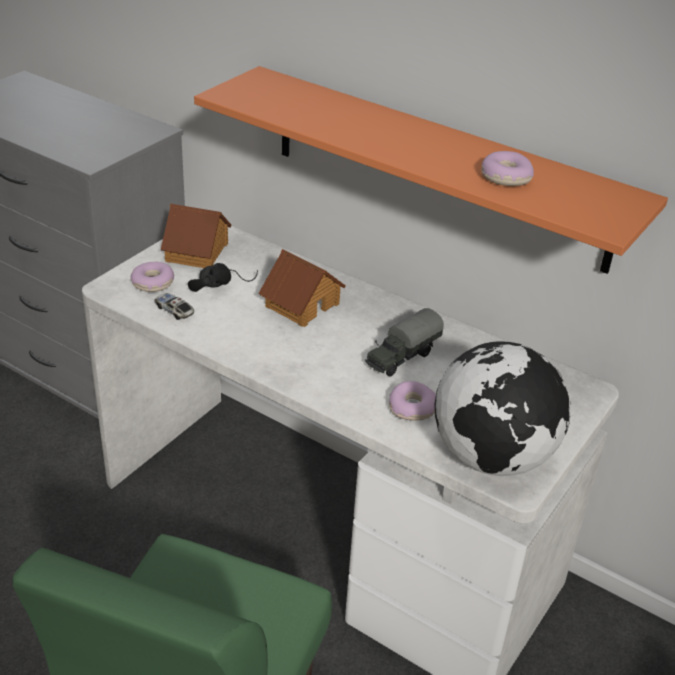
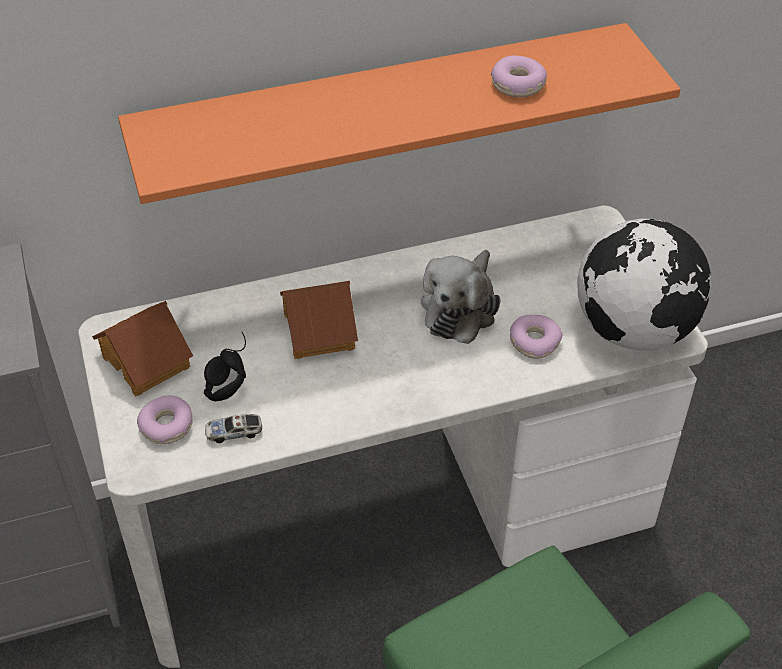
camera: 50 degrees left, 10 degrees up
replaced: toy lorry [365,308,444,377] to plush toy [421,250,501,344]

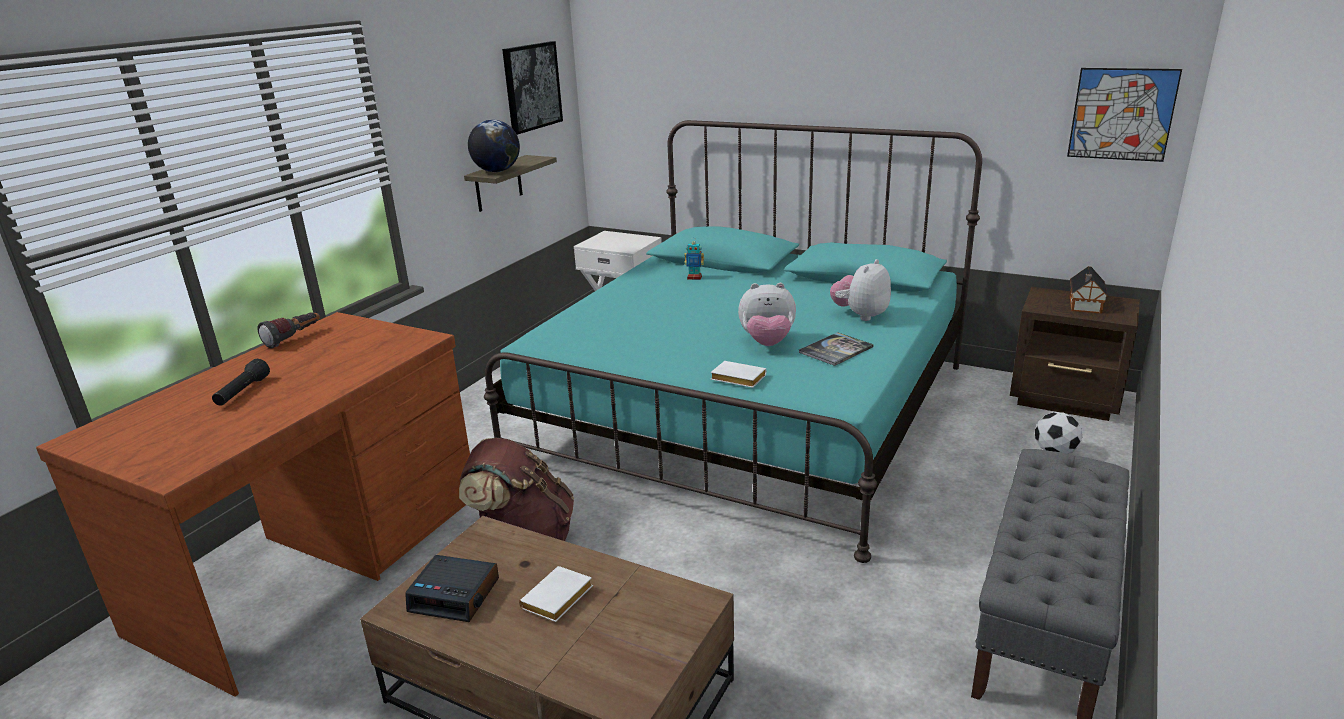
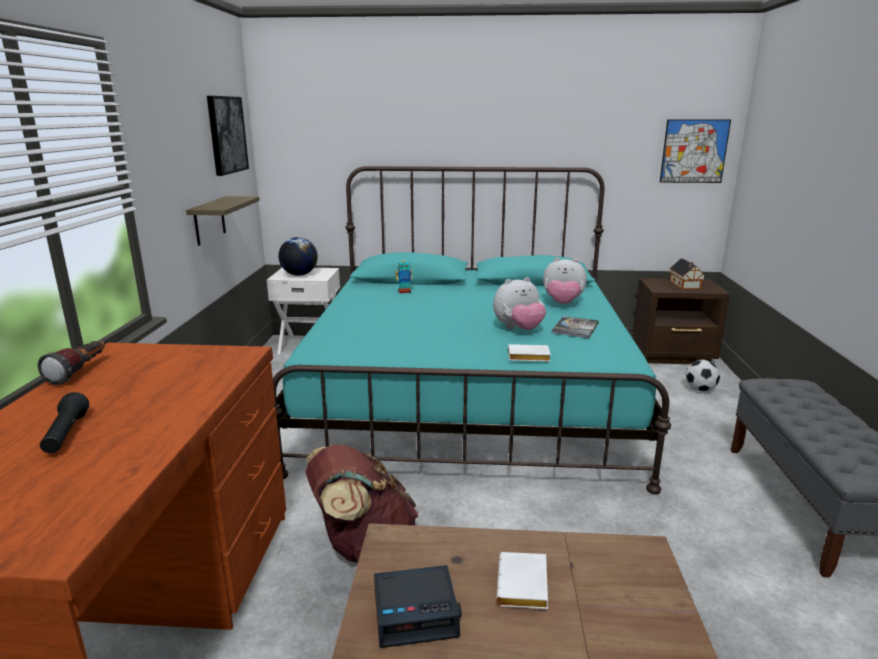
camera: 25 degrees left, 5 degrees down
moved: globe [468,120,520,172] to [278,237,318,276]
turned: plush toy [830,259,891,321] = [543,257,587,304] 90 degrees counterclockwise

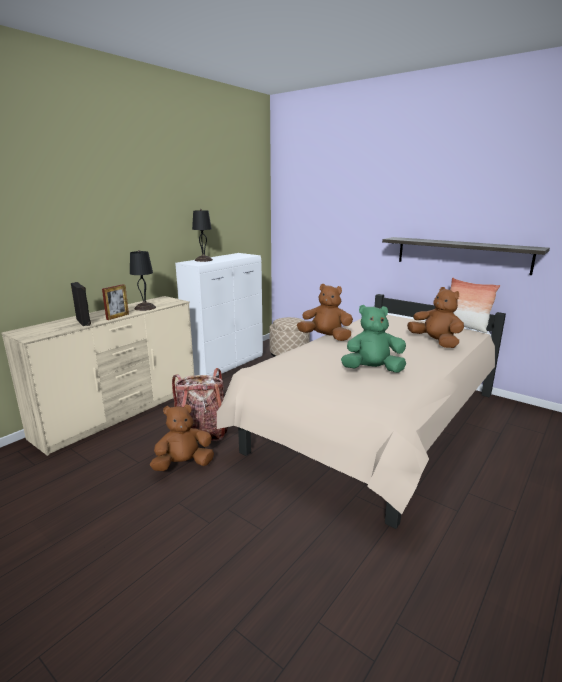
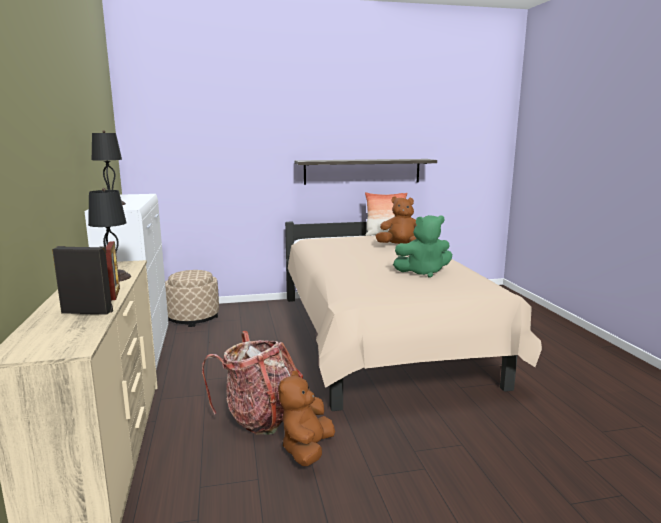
camera: 50 degrees left, 5 degrees down
removed: brown-coloured plush toy [297,284,353,341]
turned: green-coloured plush toy [341,305,406,373] = [393,215,452,278] 135 degrees counterclockwise

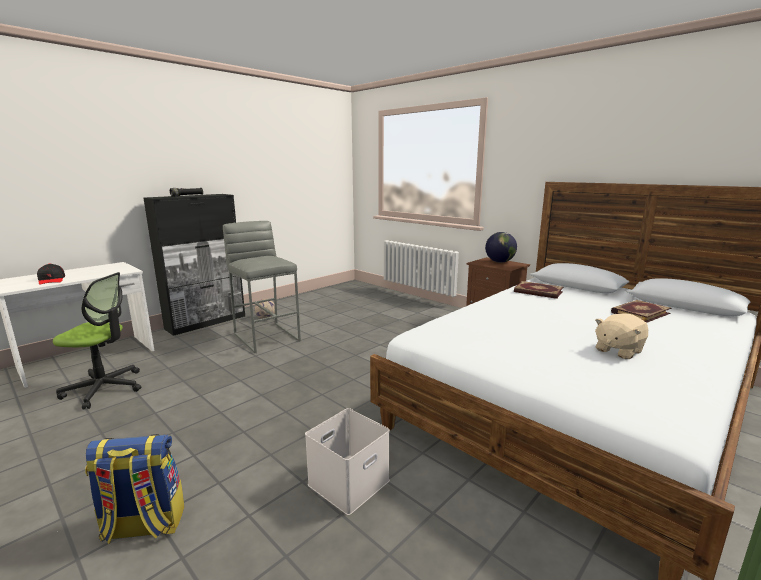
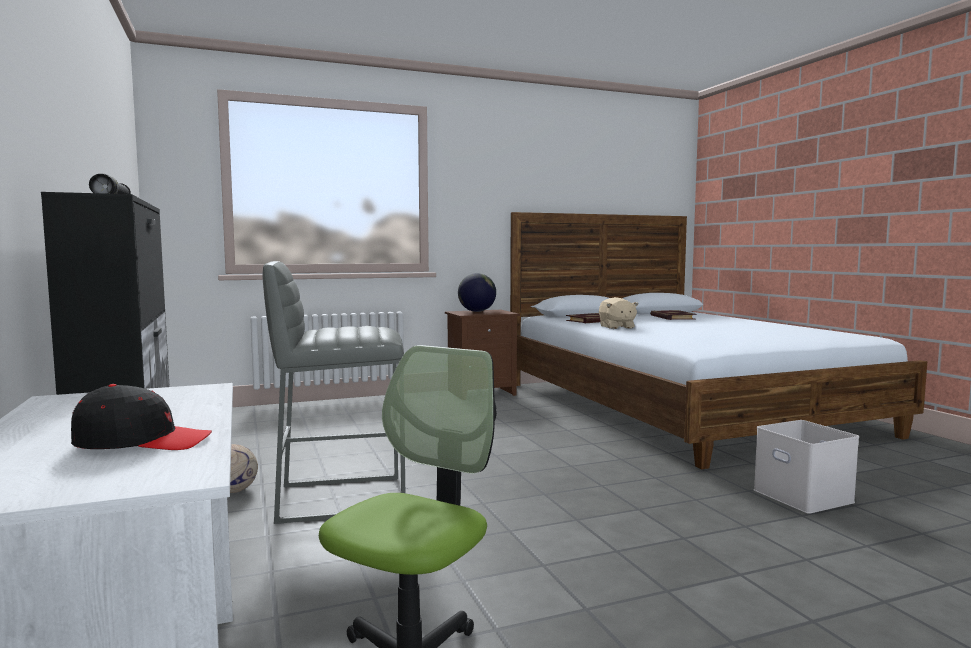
camera: 65 degrees left, 10 degrees down
removed: knapsack [85,434,184,544]
moved: beige plush toy [595,313,648,359] to [599,297,638,329]

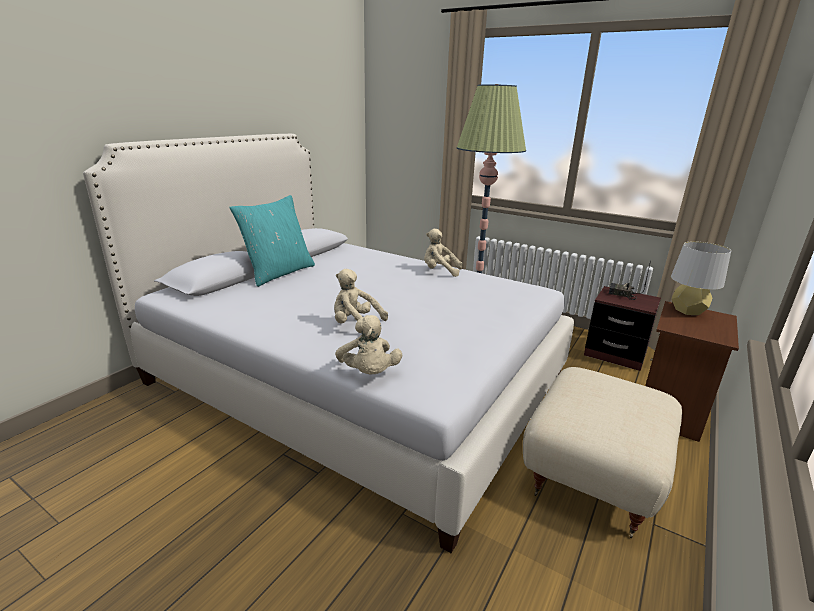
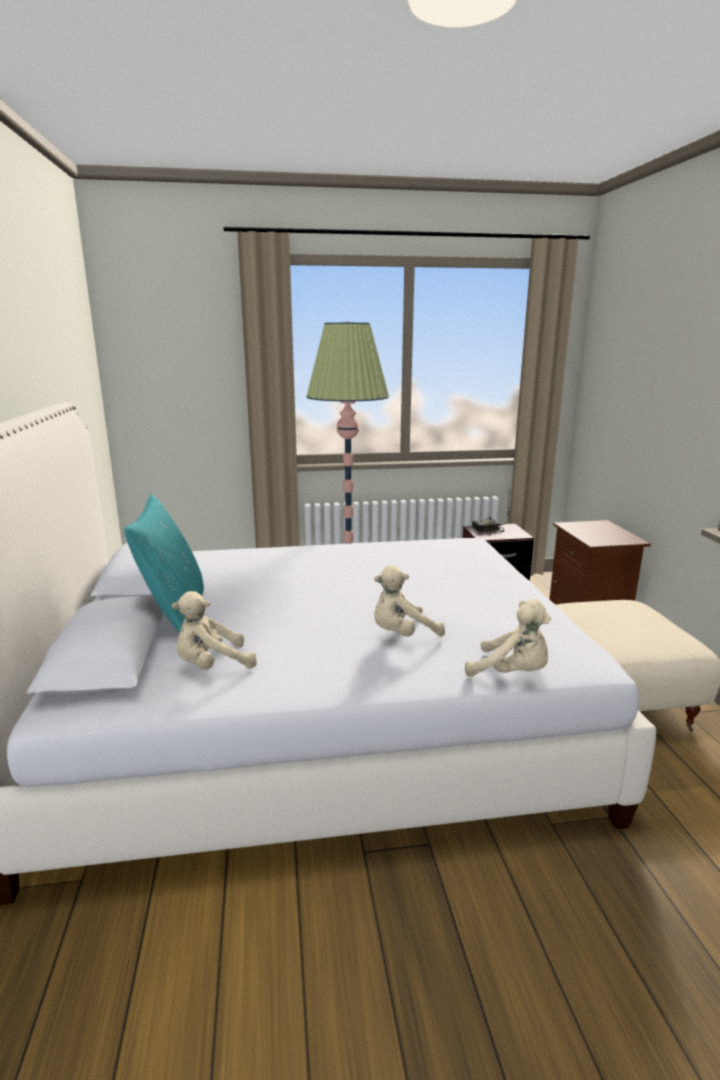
camera: 40 degrees left, 5 degrees down
removed: greyish tabletop lamp [671,241,731,315]
moved: beige plush toy [424,229,463,277] to [172,591,257,670]

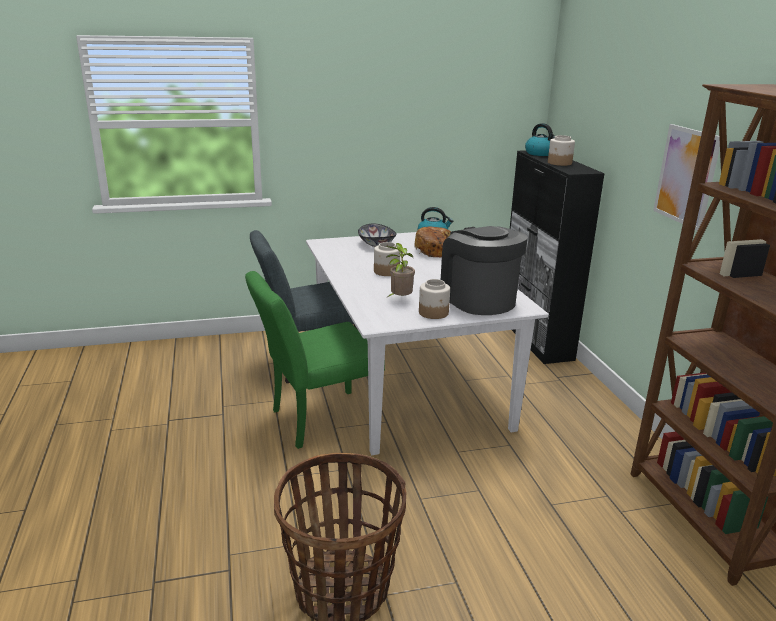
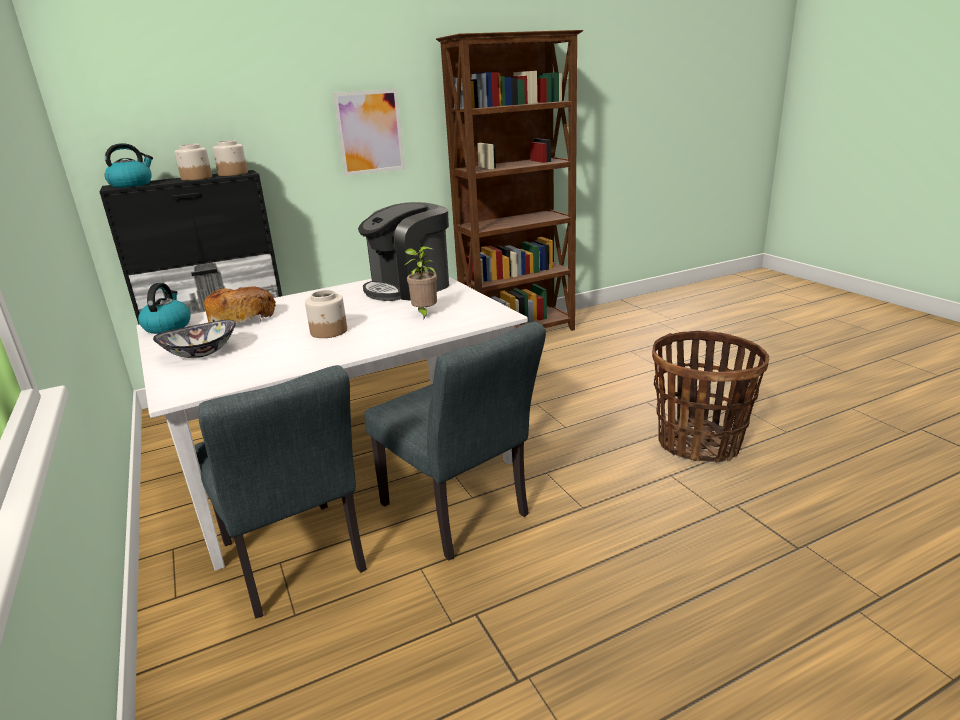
camera: 100 degrees left, 0 degrees up
moved: preserve jar [419,279,450,319] to [212,140,248,176]
recoloured: green-coloured chair [245,271,385,449] to greyish chair [364,322,546,560]

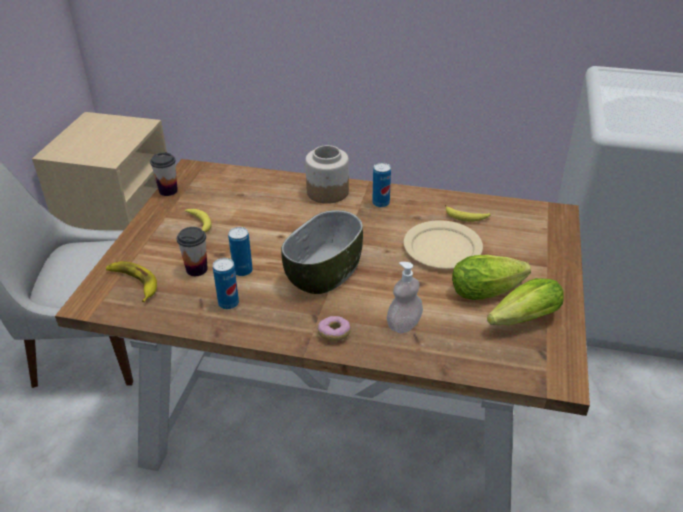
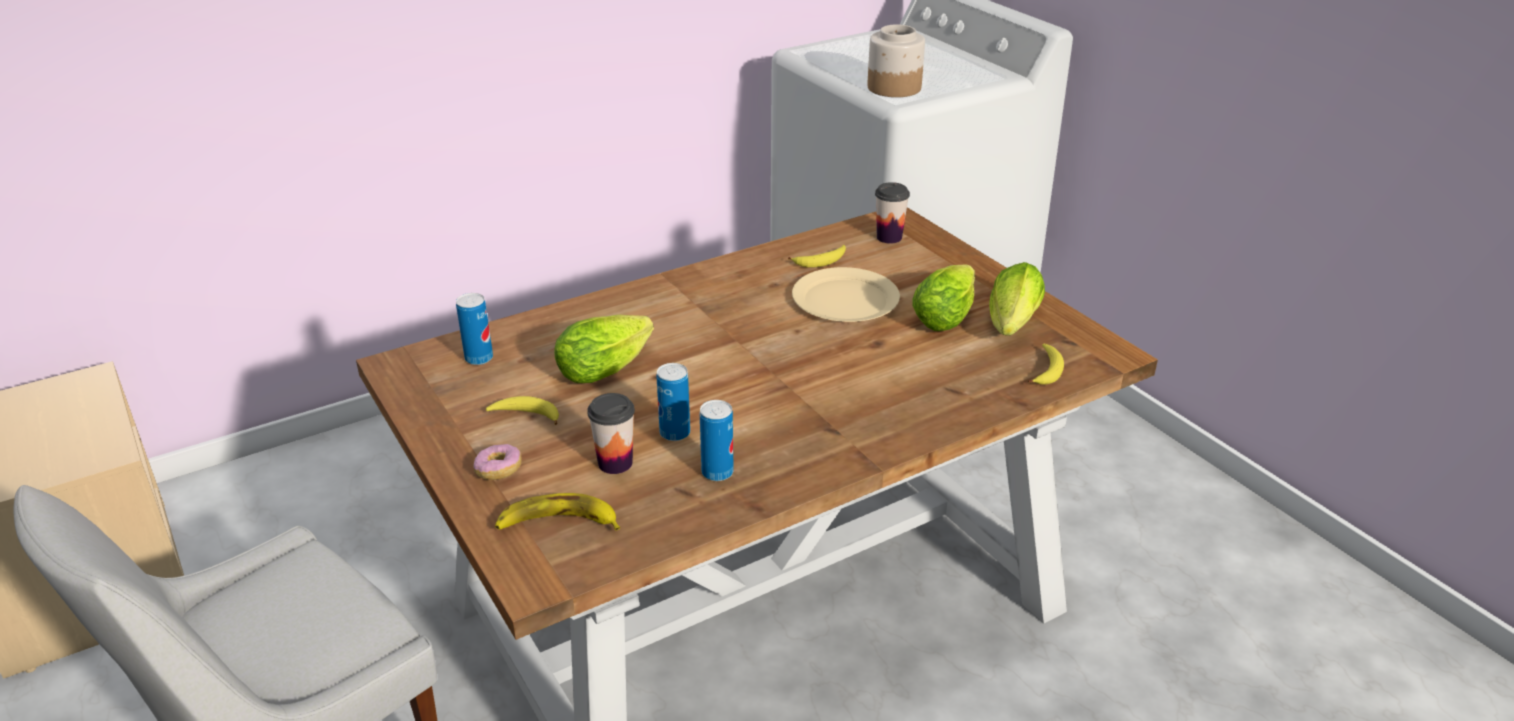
camera: 45 degrees left, 5 degrees down
removed: deep dish [281,210,363,294]; soap bottle [387,262,423,333]
added: lettuce [554,315,654,383]; banana fruit [1028,343,1064,385]
moved: preserve jar [305,145,349,204] to [867,24,925,97]; drinking cup [150,152,178,196] to [875,182,910,243]; sealed can [372,163,391,208] to [456,293,493,365]; ring doughnut [318,316,351,341] to [473,444,522,480]

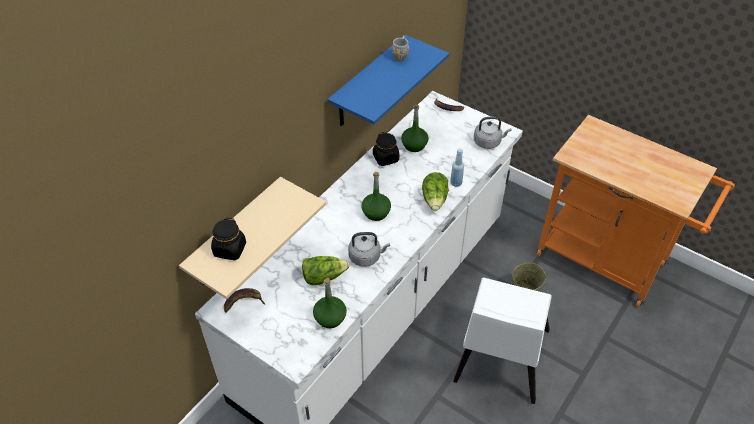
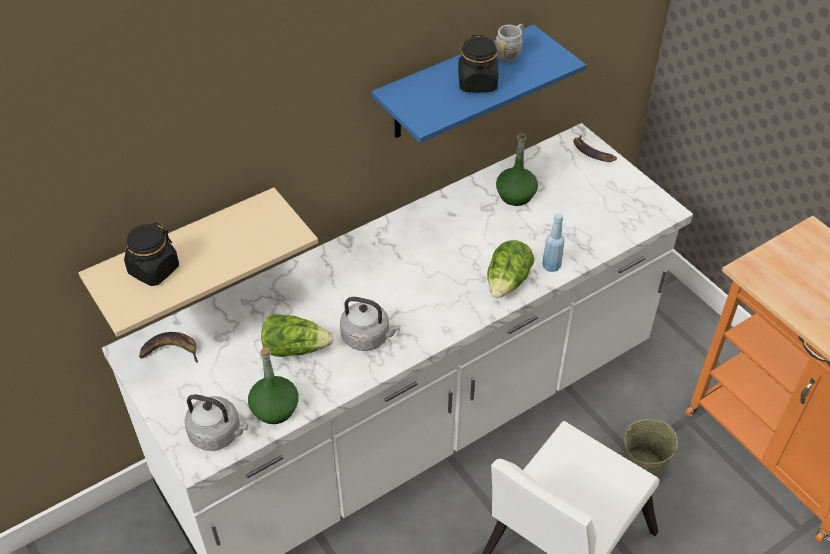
camera: 20 degrees right, 0 degrees up
removed: green-coloured drink bottle [361,172,391,221]
moved: greyish water kettle [474,117,511,149] to [185,394,248,451]; blackish preserve jar [373,132,399,166] to [458,35,498,92]

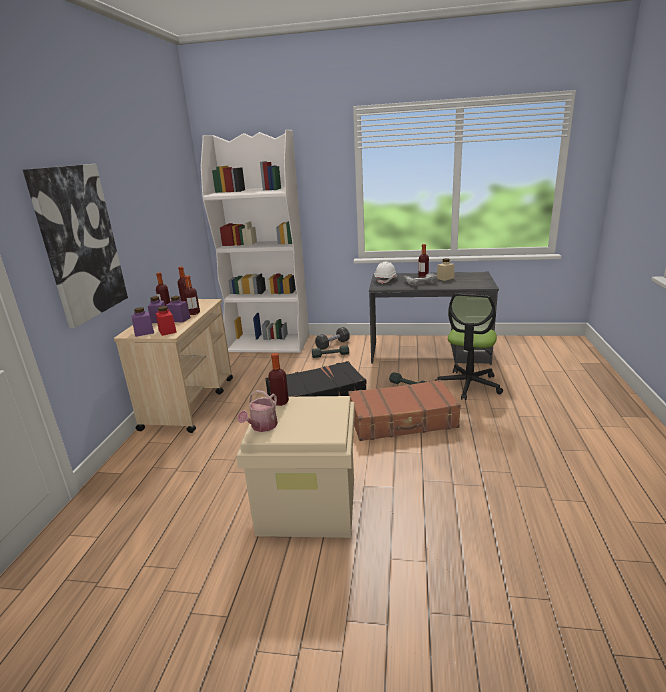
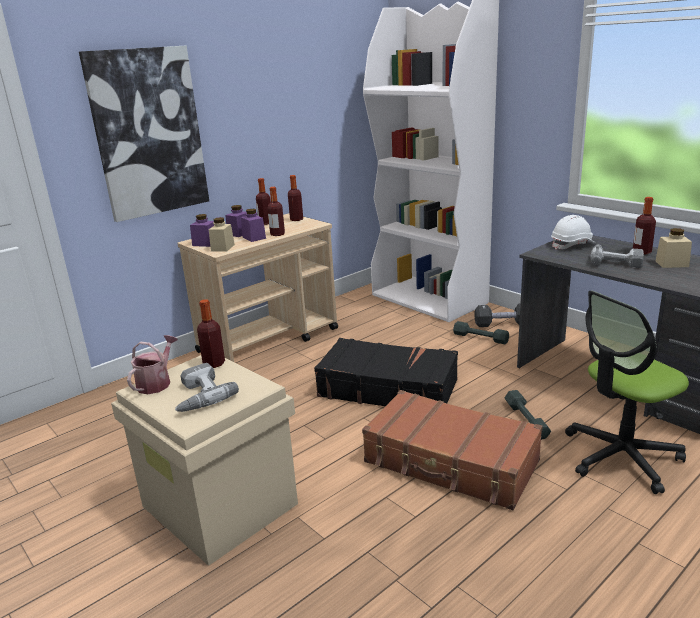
camera: 40 degrees right, 0 degrees up
added: electric drill [175,363,239,412]
recoloured: red-coloured preserve jar [156,306,177,336] to beige preserve jar [209,217,235,252]
turned: watering pot [237,390,278,432] = [127,335,178,394] 135 degrees clockwise

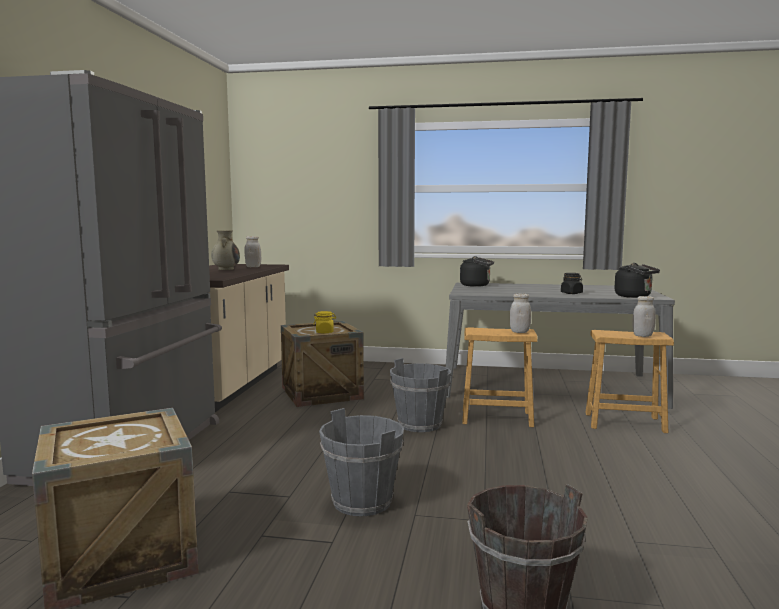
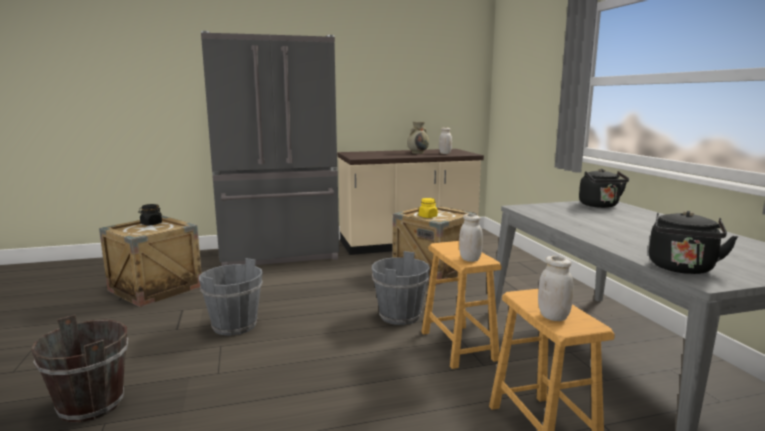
camera: 65 degrees right, 5 degrees up
moved: blackish preserve jar [561,273,583,294] to [138,204,162,225]

